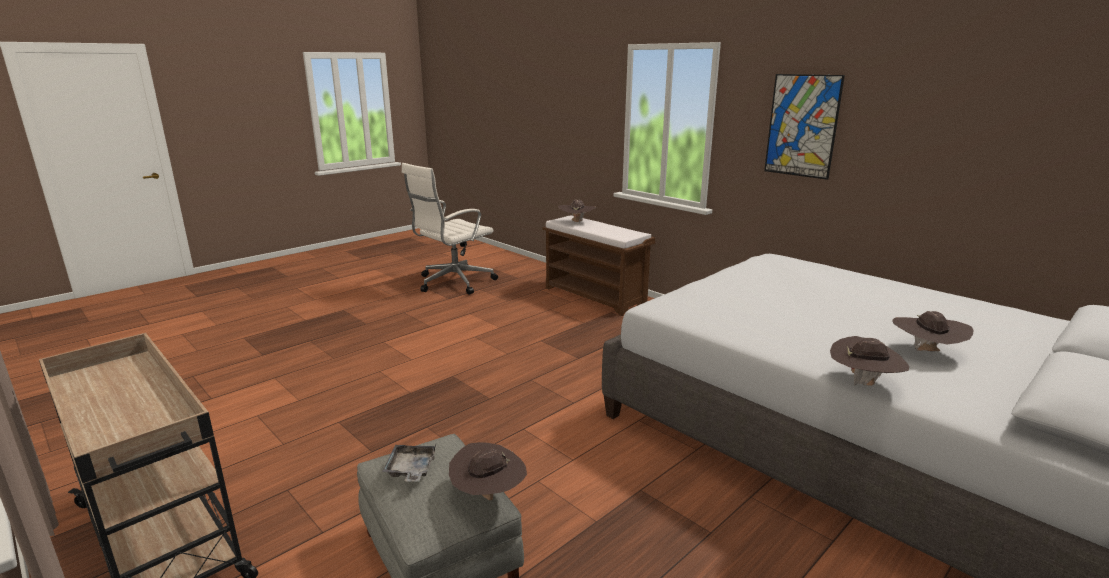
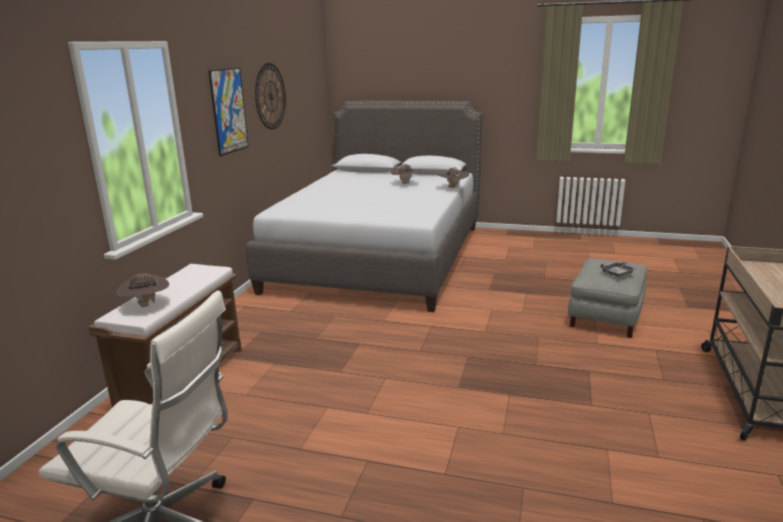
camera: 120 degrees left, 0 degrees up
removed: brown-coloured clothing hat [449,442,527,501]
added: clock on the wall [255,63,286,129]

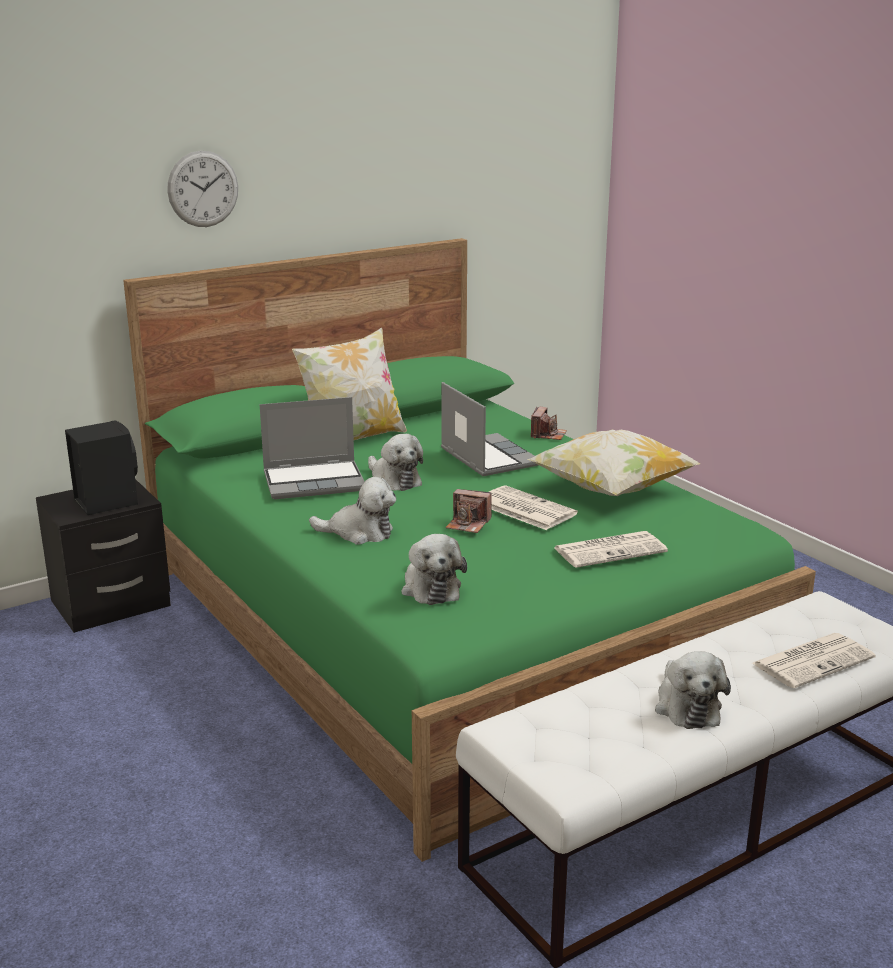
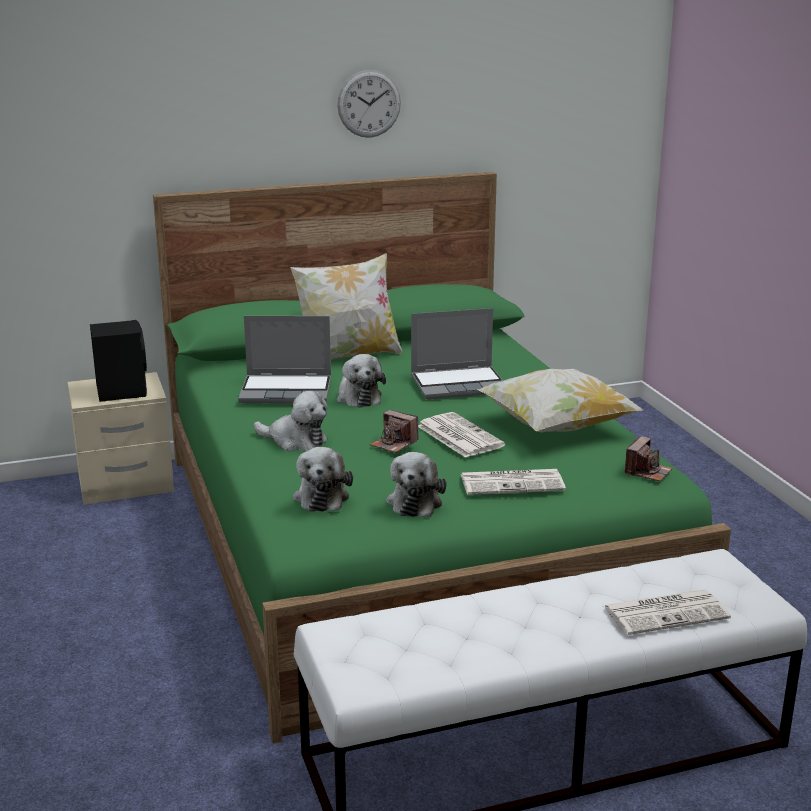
camera: 15 degrees right, 0 degrees up
moved: clock on the wall [167,151,238,227] to [337,70,401,138]; photo camera [531,407,567,440] to [625,436,672,481]; plush toy [655,651,731,729] to [386,452,446,517]
recoloured: blackish nightstand [36,479,171,633] to beige nightstand [68,372,174,504]
turned: portable computer [441,382,538,476] = [411,308,503,400] 90 degrees clockwise

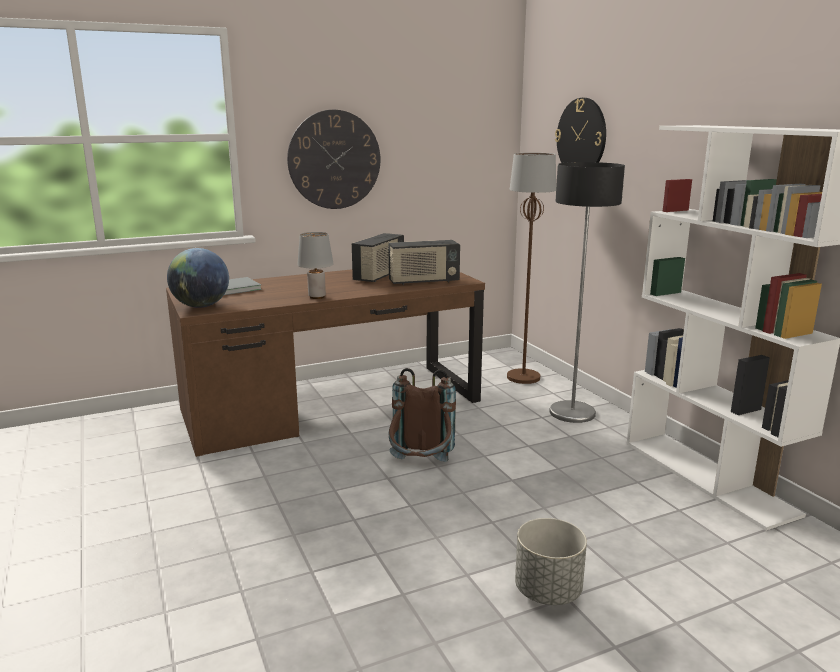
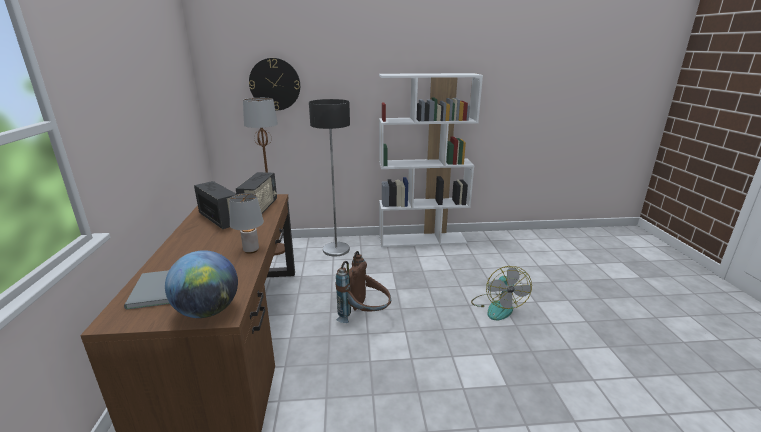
camera: 70 degrees left, 5 degrees up
removed: clock on the wall [287,110,380,209]
replaced: greyish planter [515,518,587,605] to electric fan [471,266,532,320]

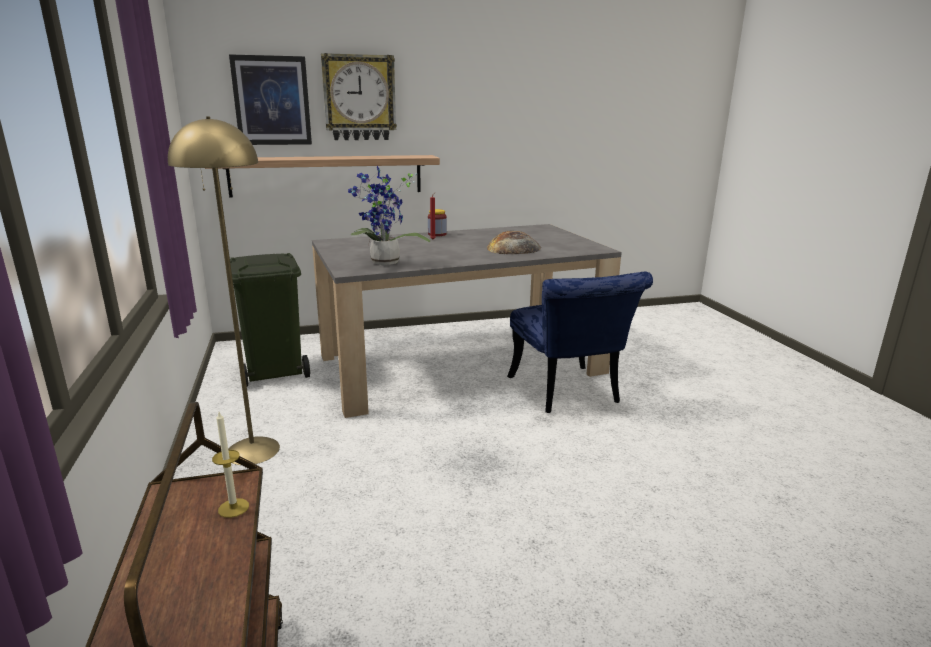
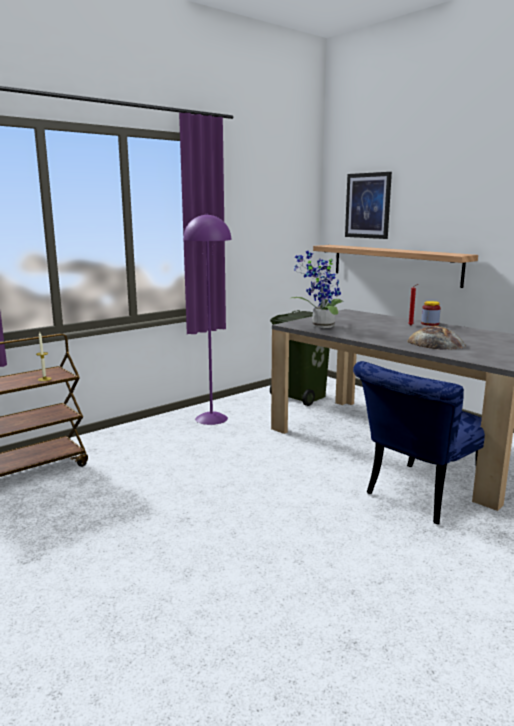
camera: 65 degrees right, 5 degrees down
removed: clock on the wall [321,53,397,140]
recoloured: yellow standing lamp [168,116,280,465] to purplish standing lamp [183,213,231,425]

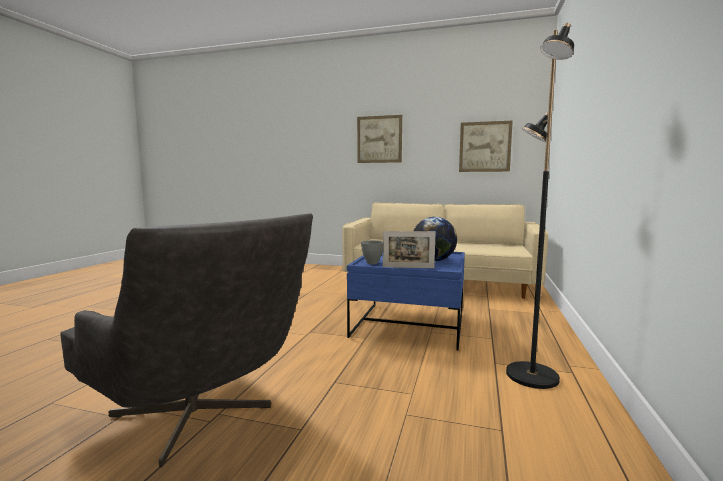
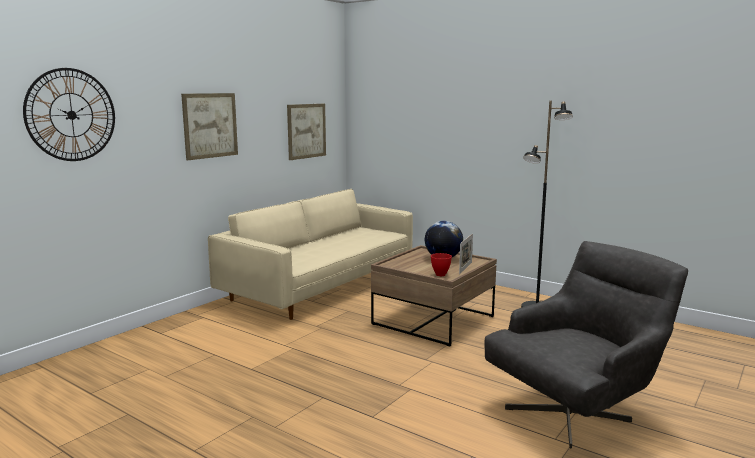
camera: 70 degrees left, 5 degrees up
added: clock on the wall [23,68,115,161]
recoloured: greyish deep dish [361,240,383,264] to red-coloured deep dish [431,253,452,276]; blue lounge table [347,252,465,351] to brown-coloured lounge table [371,245,497,347]

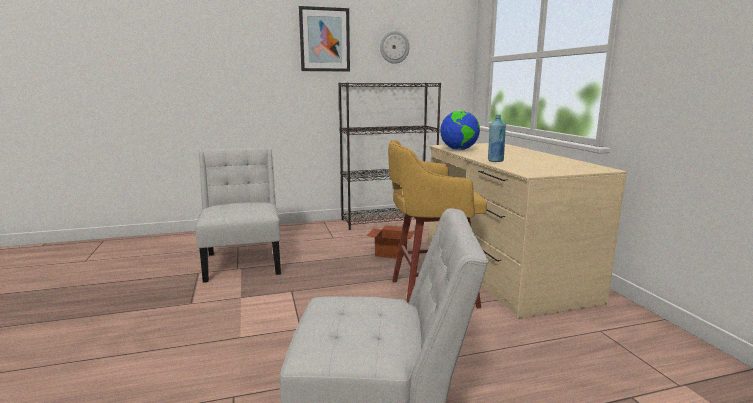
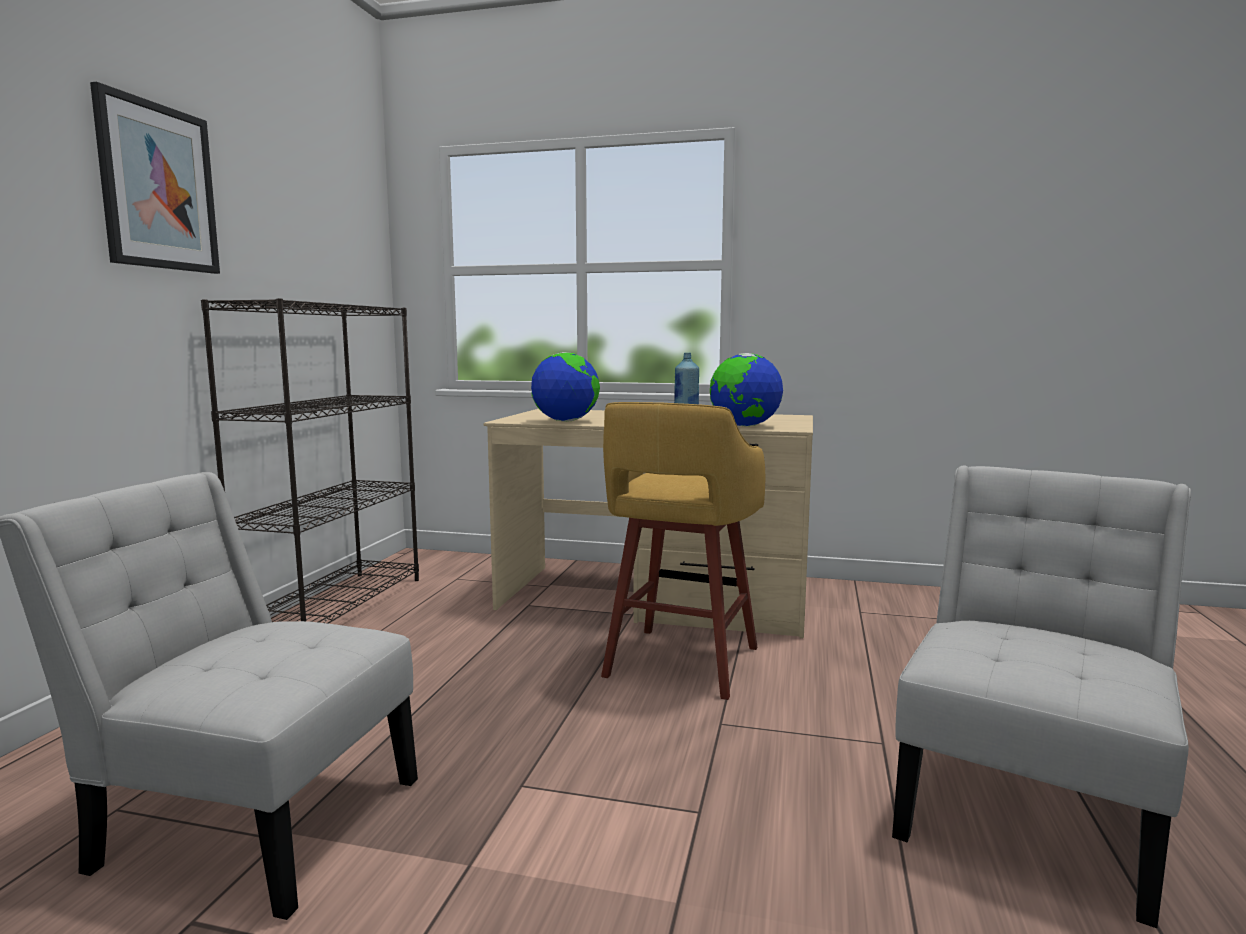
camera: 60 degrees left, 5 degrees down
removed: clock on the wall [380,31,409,64]; packing box [367,225,415,259]
added: globe [710,353,783,426]

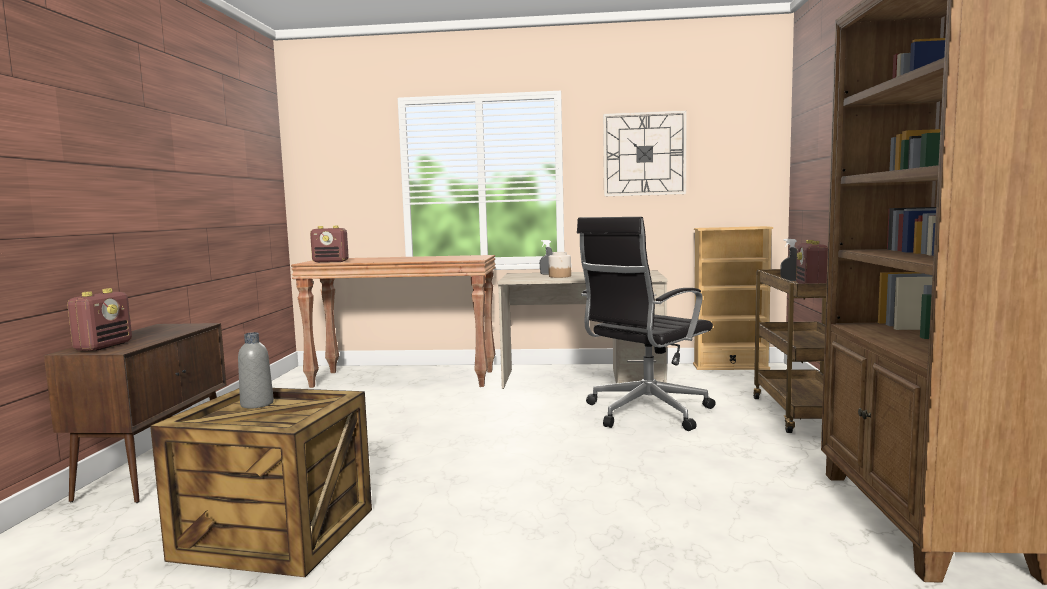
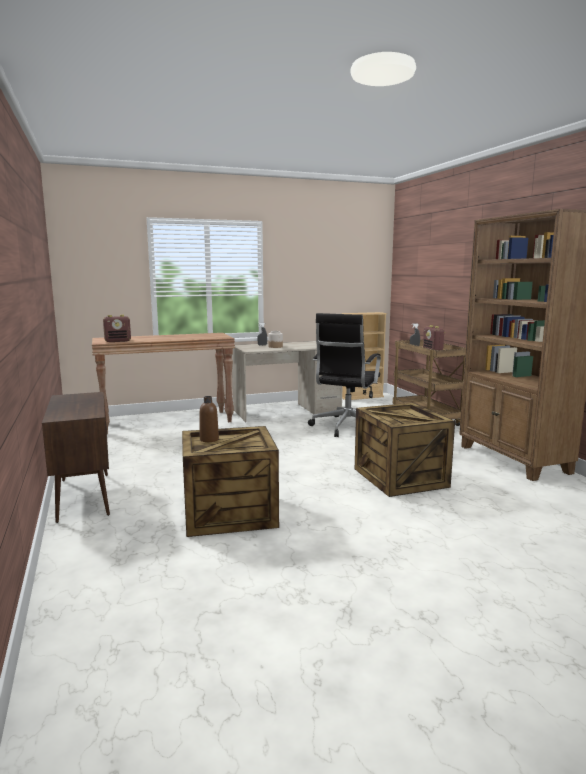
camera: 25 degrees left, 5 degrees up
removed: clock on the wall [603,110,687,197]; radio receiver [68,288,132,351]
added: crate [355,403,455,497]
recoloured: greyish drink bottle [238,332,274,408] to brown-coloured drink bottle [200,396,219,442]

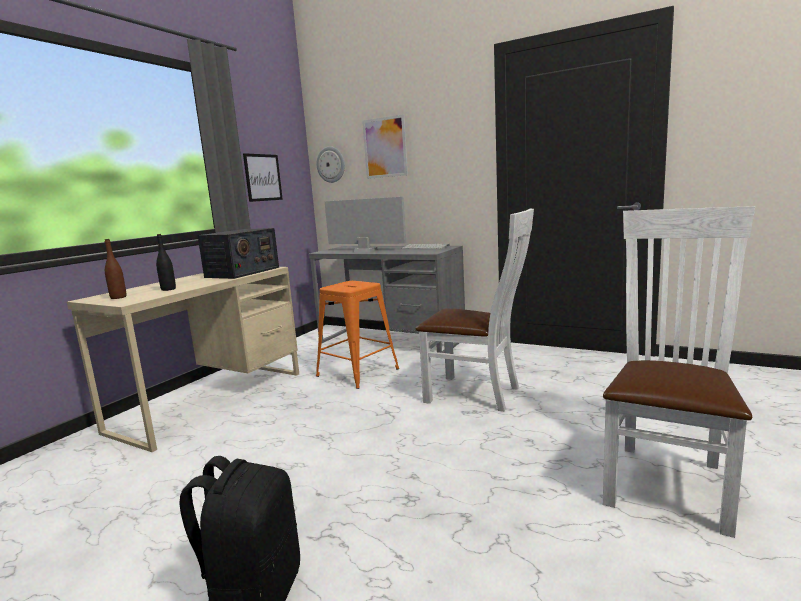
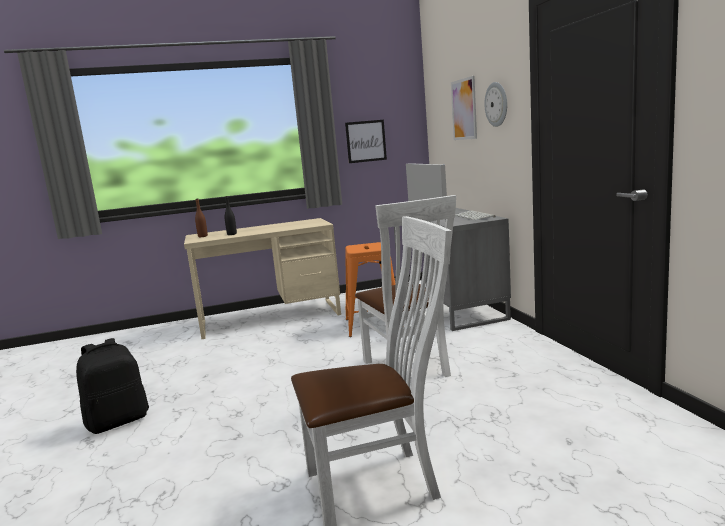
camera: 45 degrees right, 0 degrees up
removed: radio receiver [197,228,279,279]
moved: clock on the wall [317,146,345,183] to [484,82,507,127]

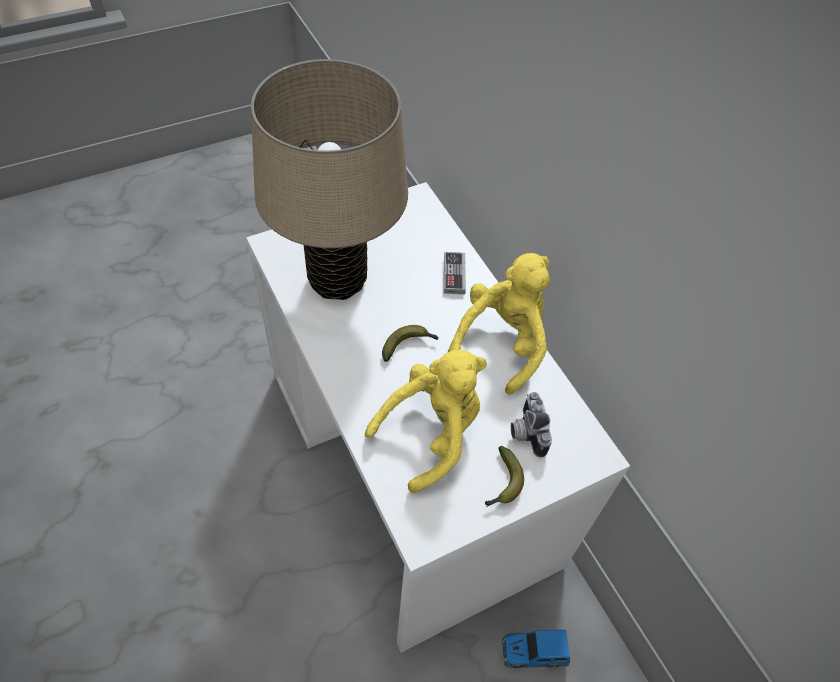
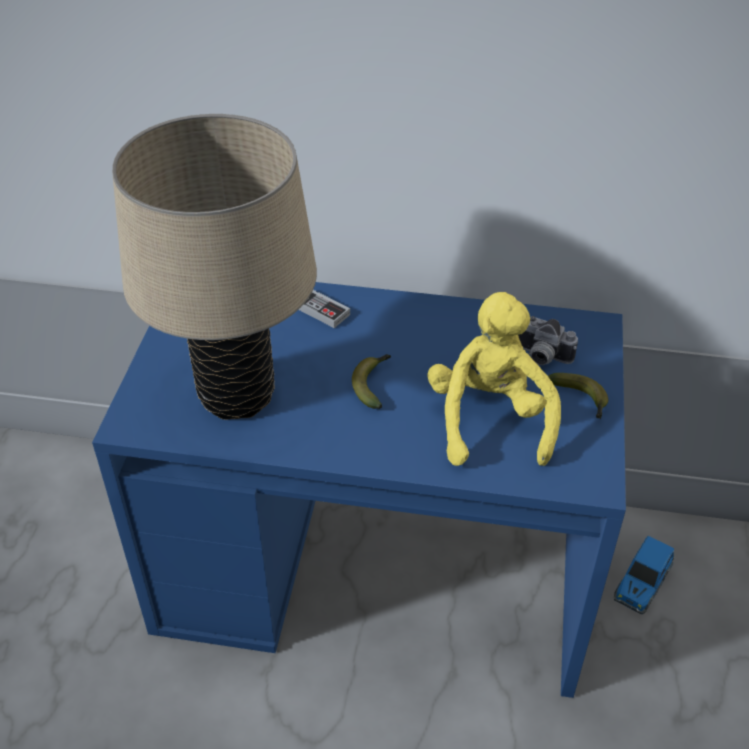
camera: 50 degrees left, 10 degrees down
removed: yellow plush toy [448,253,550,395]
recoloured: white-coloured desk unit [246,182,630,653] to blue desk unit [92,282,626,698]

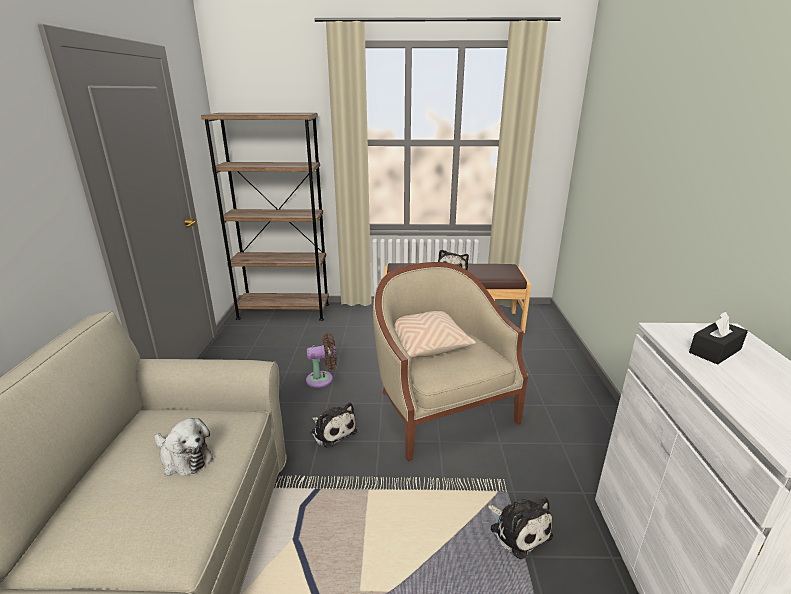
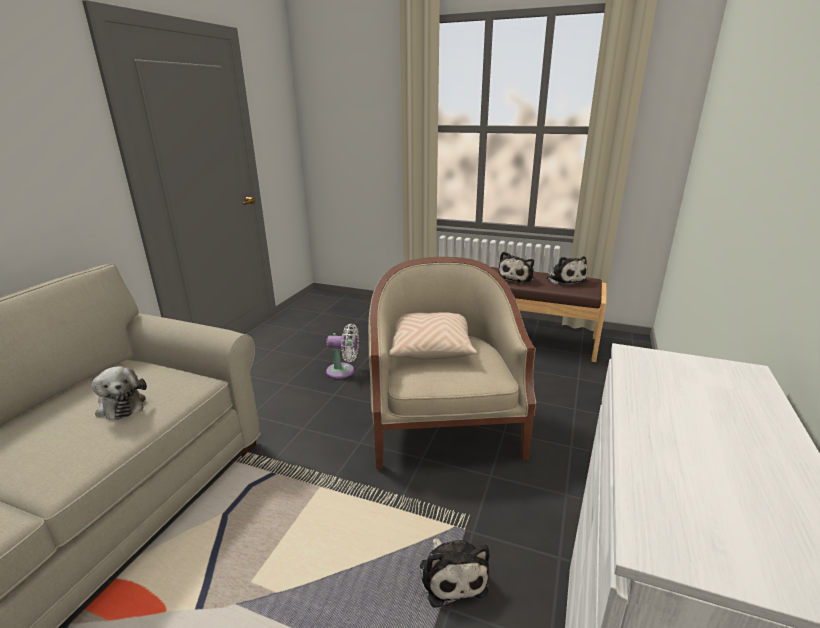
camera: 20 degrees right, 0 degrees up
removed: brown-coloured bookcase [201,113,329,321]; blackish box of tissues [689,311,748,365]
moved: plush toy [311,402,357,448] to [546,256,587,286]
recoloured: brown-coloured electric fan [306,333,337,388] to white-coloured electric fan [326,324,359,379]

